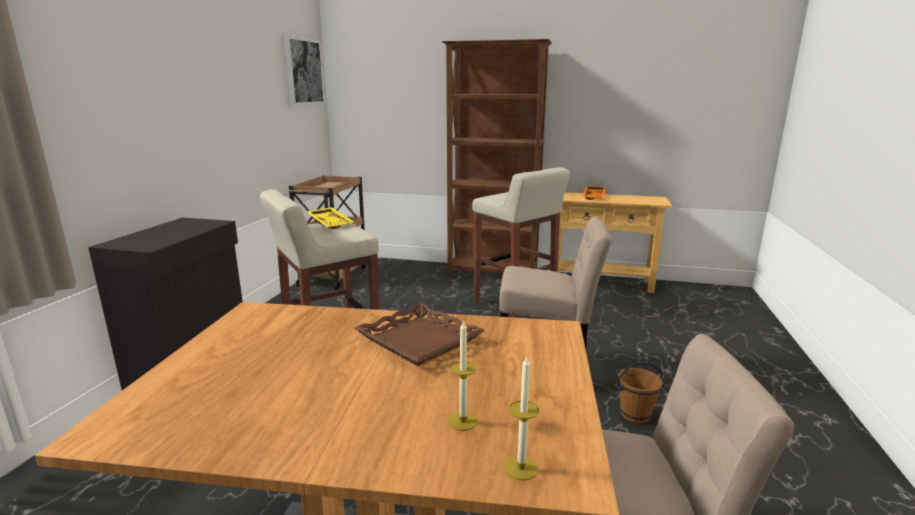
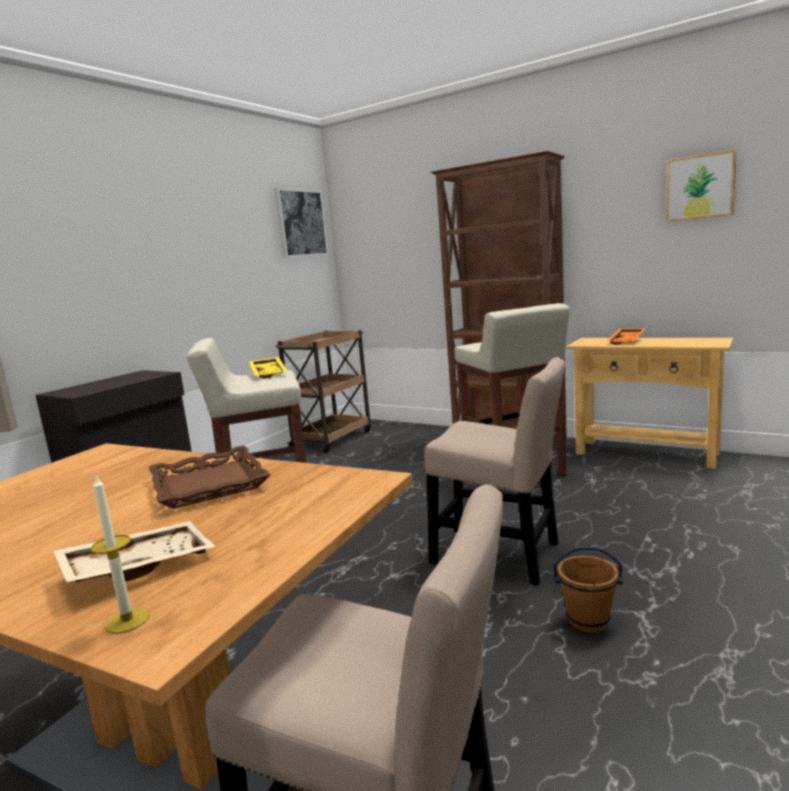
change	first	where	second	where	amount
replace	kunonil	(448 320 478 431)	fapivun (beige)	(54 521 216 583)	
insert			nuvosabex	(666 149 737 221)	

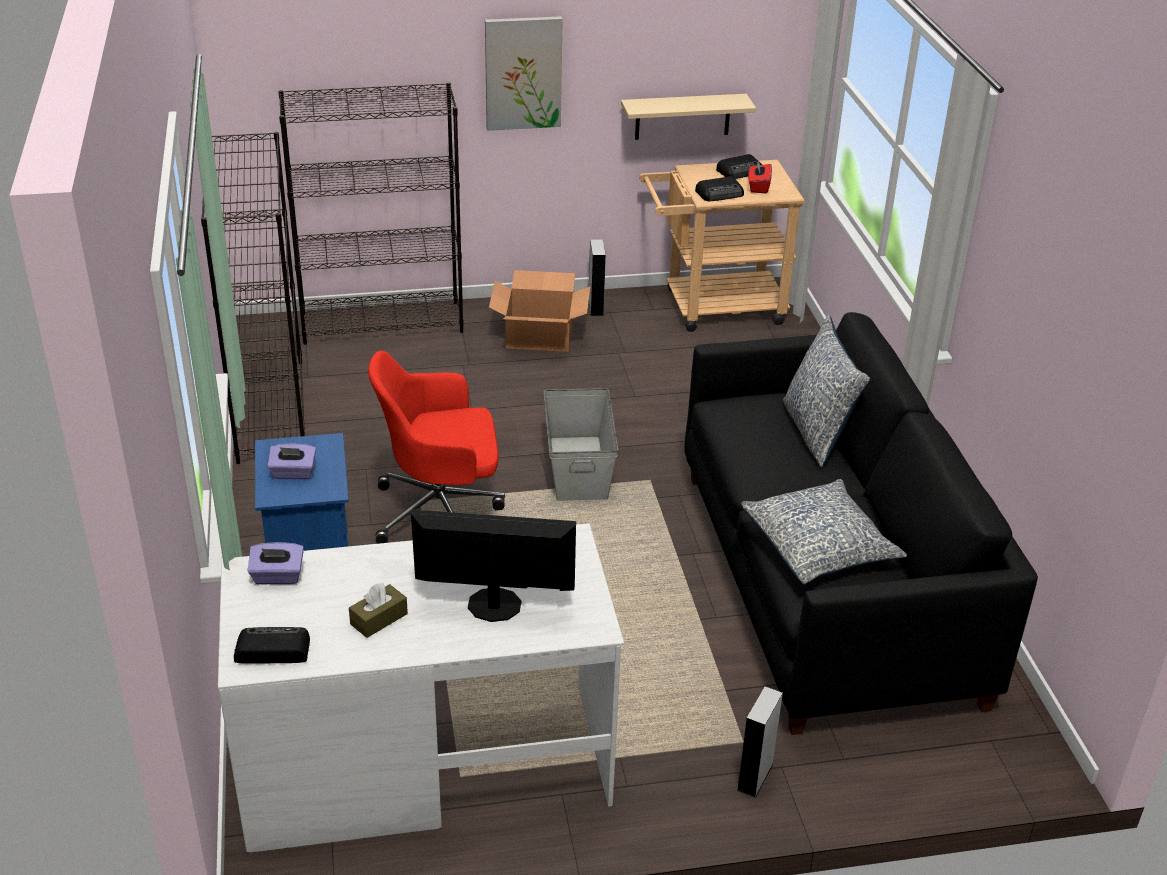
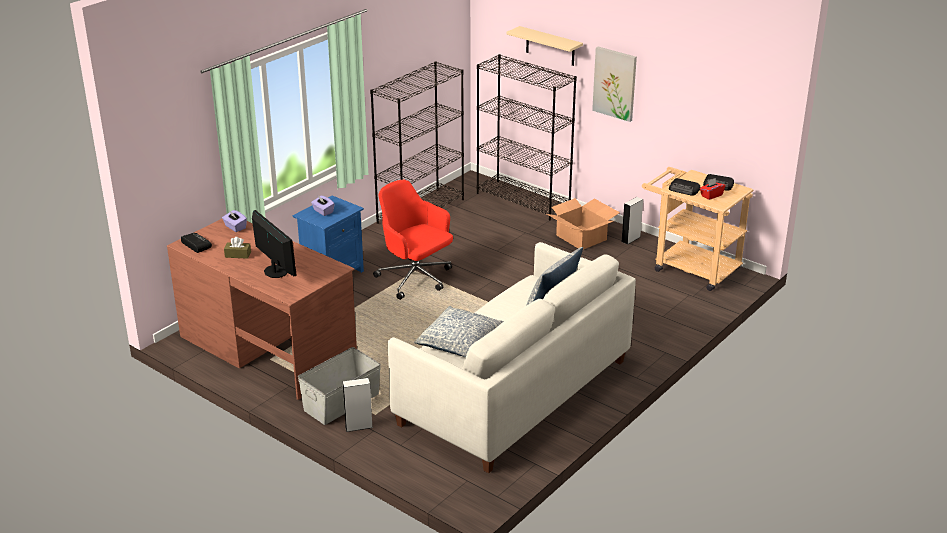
change	first	where	second	where	amount
recolor	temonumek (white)	(218 523 624 853)	temonumek (brown)	(167 219 357 400)	
move	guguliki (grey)	(543 388 618 501)		(298 347 381 425)	
recolor	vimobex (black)	(685 312 1038 735)	vimobex (white)	(388 242 636 473)	
move	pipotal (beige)	(621 94 756 140)		(506 26 583 66)	

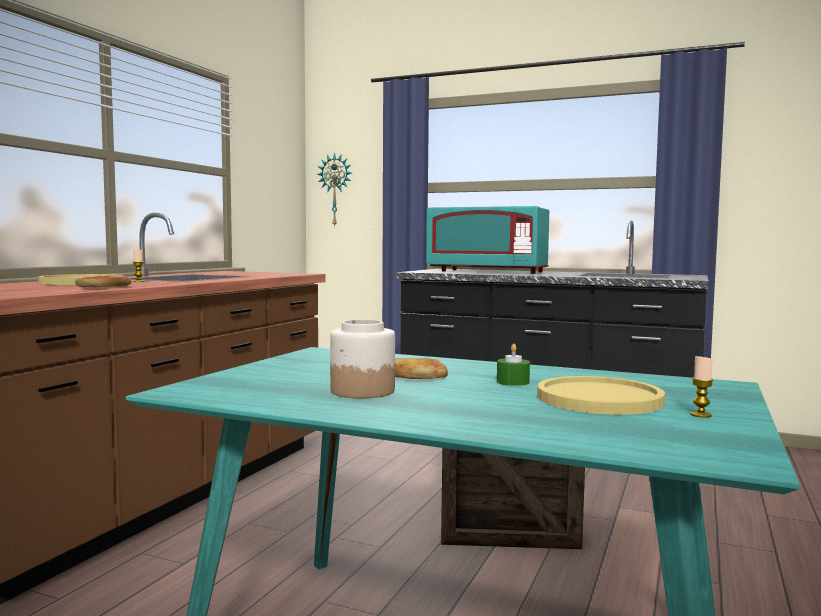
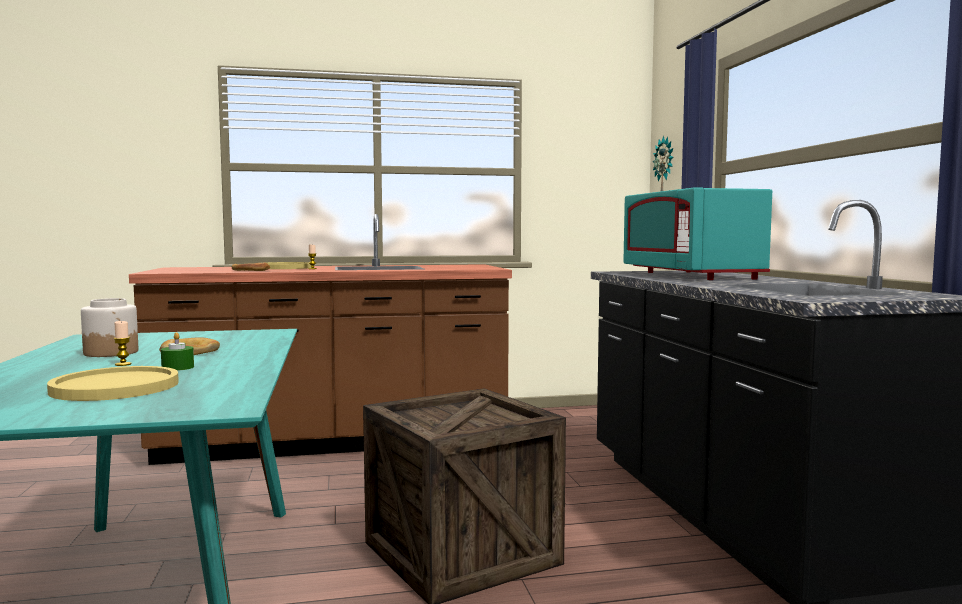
change	first	where	second	where	amount
move	kunonil	(690 356 714 418)		(114 321 131 366)	

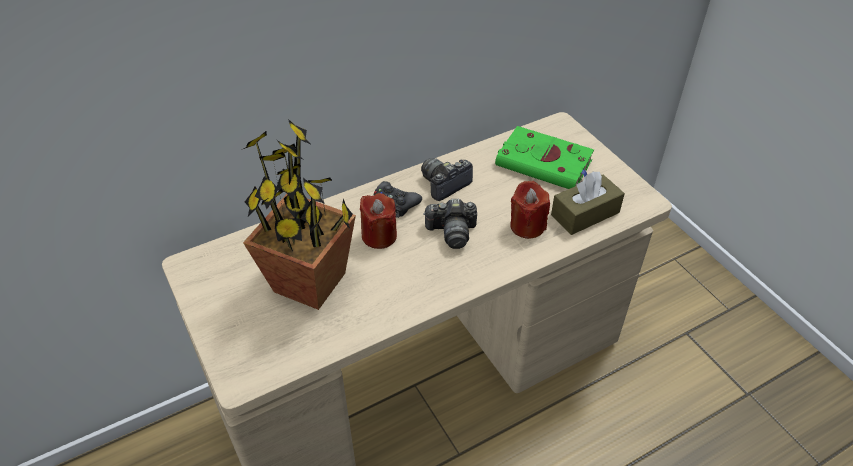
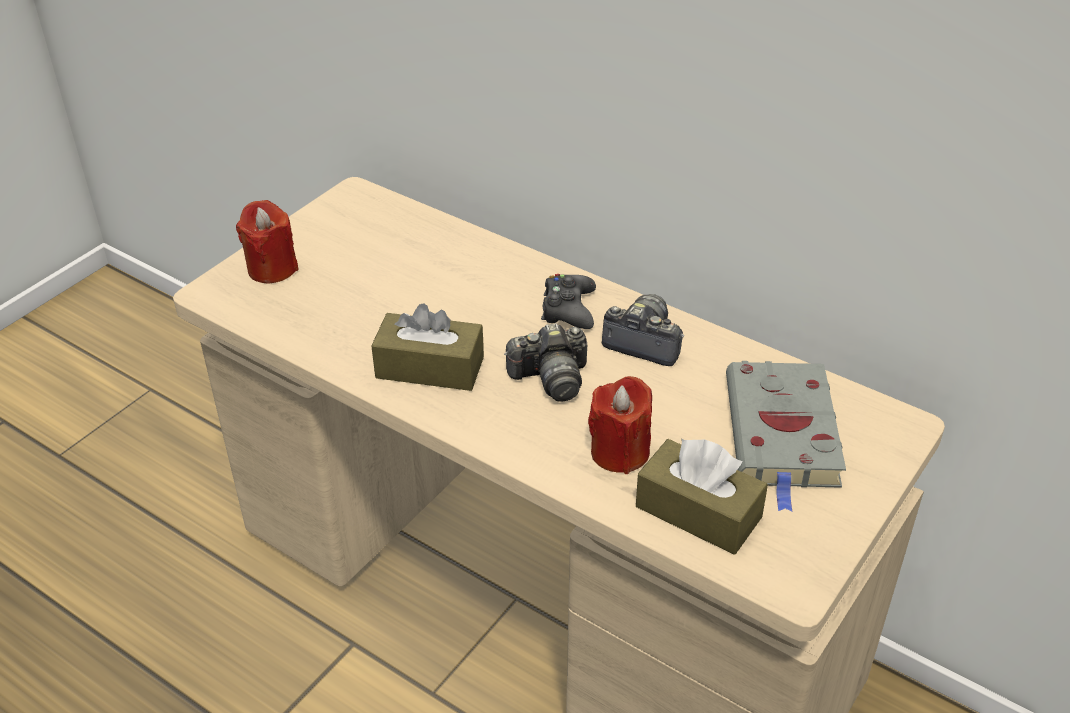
change	first	where	second	where	amount
move	kunonil (red)	(360 193 397 249)		(236 200 299 284)	
insert			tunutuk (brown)	(371 303 484 391)	
rotate	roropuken	(423 199 477 249)		(504 323 587 402)	75 degrees counterclockwise
recolor	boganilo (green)	(495 126 594 189)	boganilo (grey)	(726 361 846 512)	
delete	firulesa	(243 119 356 310)			

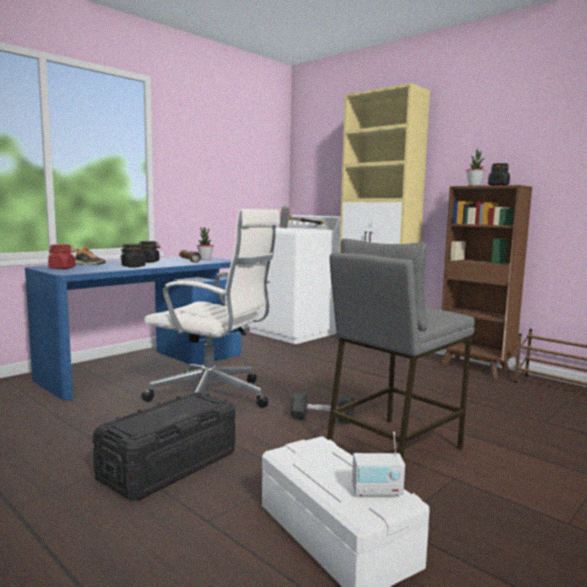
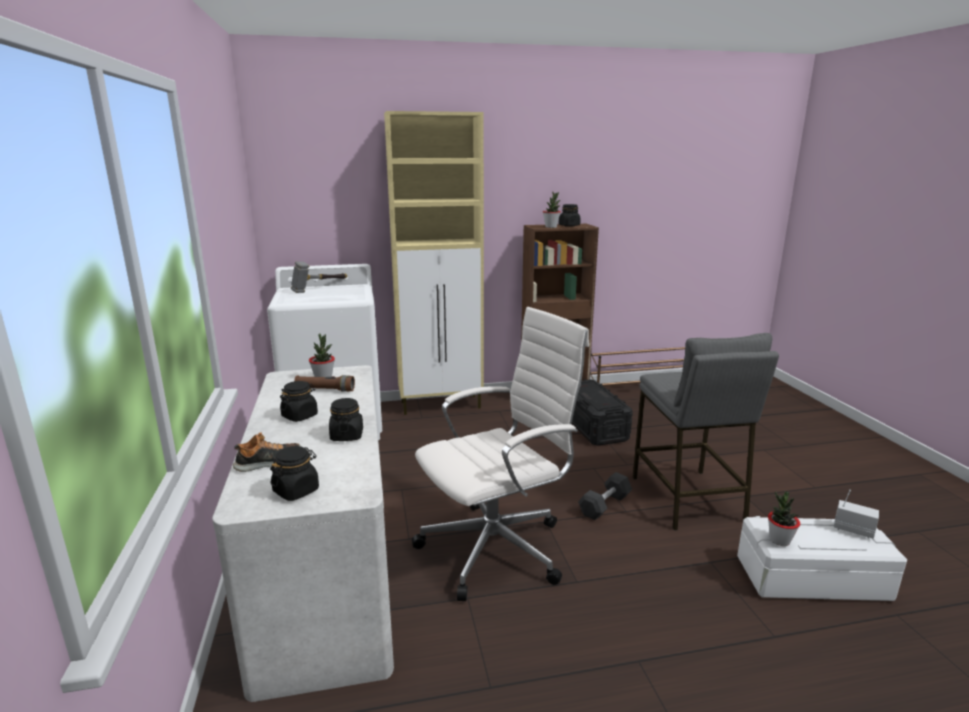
change	first	where	second	where	amount
recolor	temonumek (blue)	(25 257 241 401)	temonumek (white)	(212 365 394 702)	
recolor	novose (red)	(48 244 76 269)	novose (black)	(270 446 319 501)	
move	guguliki (black)	(93 392 235 500)		(572 379 633 446)	
insert			firulesa	(768 491 800 546)	
rotate	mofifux	(352 432 405 496)		(834 489 879 539)	90 degrees counterclockwise

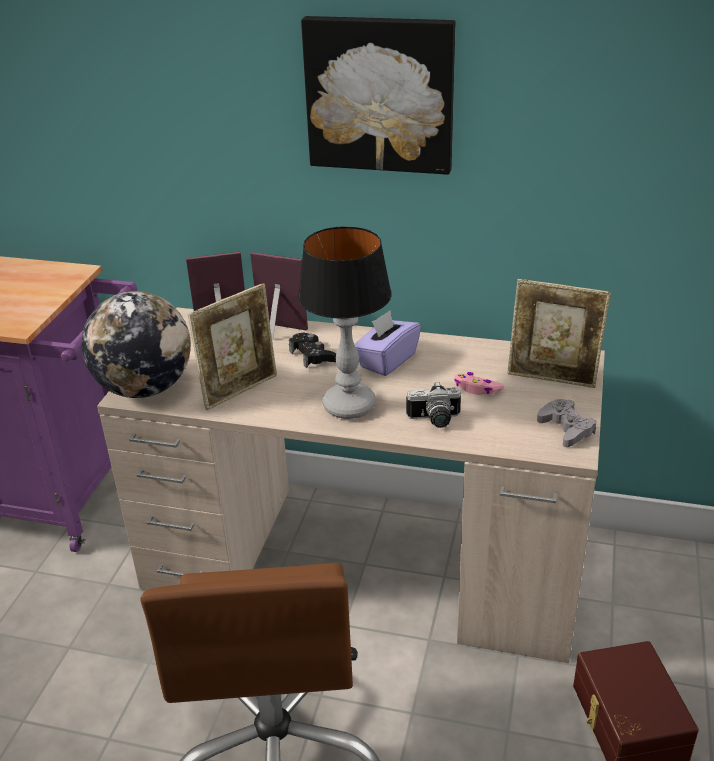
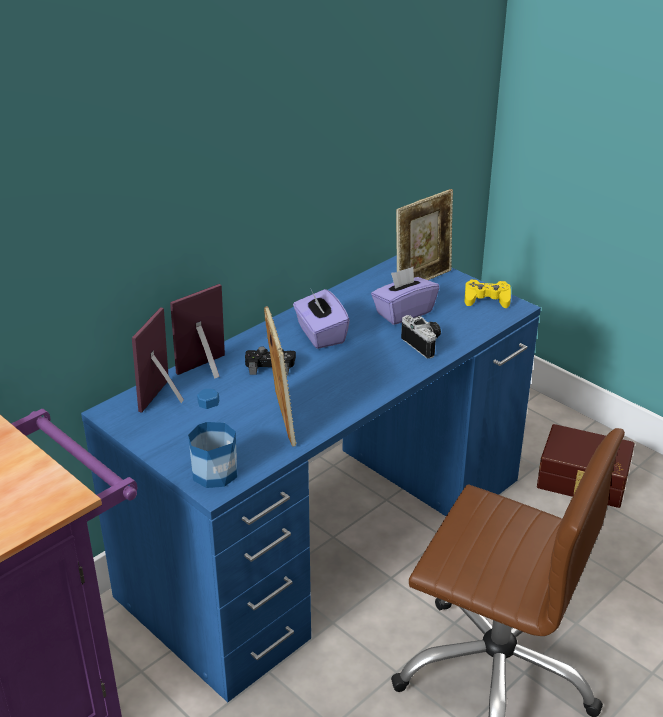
change	first	where	second	where	amount
recolor	temonumek (beige)	(97 307 605 663)	temonumek (blue)	(81 255 541 702)	
replace	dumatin	(81 291 191 398)	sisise	(188 389 237 488)	
replace	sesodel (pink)	(454 372 504 395)	tunutuk (purple)	(371 267 439 325)	
rotate	roropuken	(406 382 461 428)		(401 315 441 359)	60 degrees counterclockwise
recolor	sesodel (grey)	(537 399 596 447)	sesodel (yellow)	(464 279 511 308)	
delete	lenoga	(298 226 392 419)			
delete	nuvosabex	(301 16 455 175)			

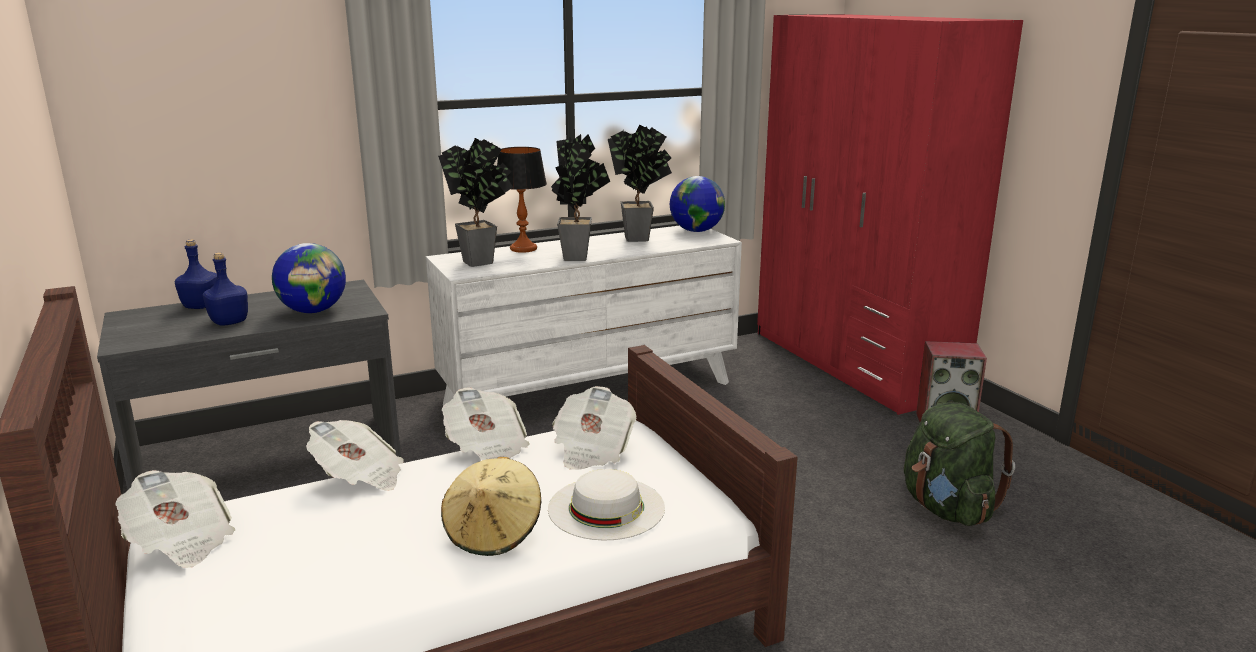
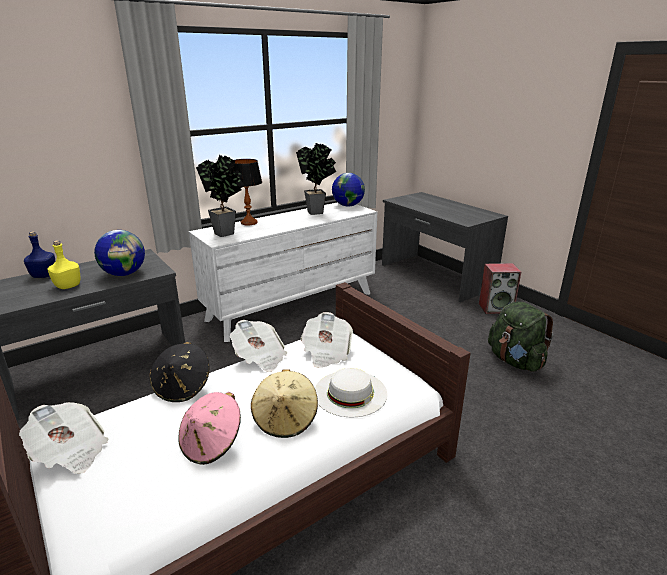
change	first	where	second	where	amount
recolor	sisise (blue)	(203 252 248 326)	sisise (yellow)	(47 240 81 289)	
replace	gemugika	(306 420 404 491)	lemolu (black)	(150 342 210 402)	
insert			lemolu (pink)	(179 392 241 465)	
replace	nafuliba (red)	(757 14 1023 415)	temonumek (grey)	(382 192 508 302)	
delete	firulesa	(551 134 610 261)			

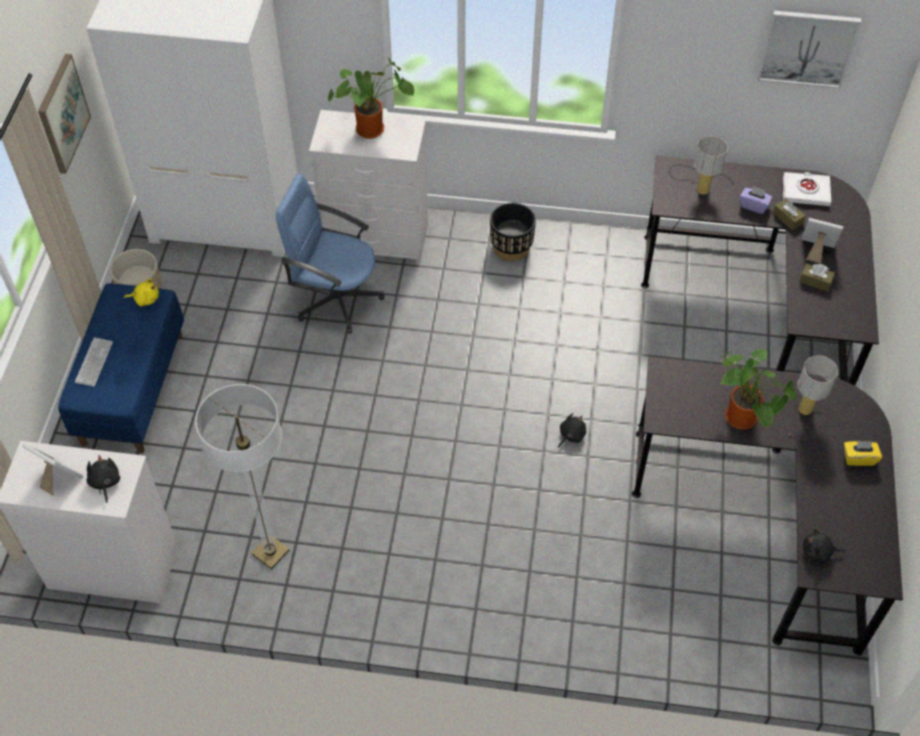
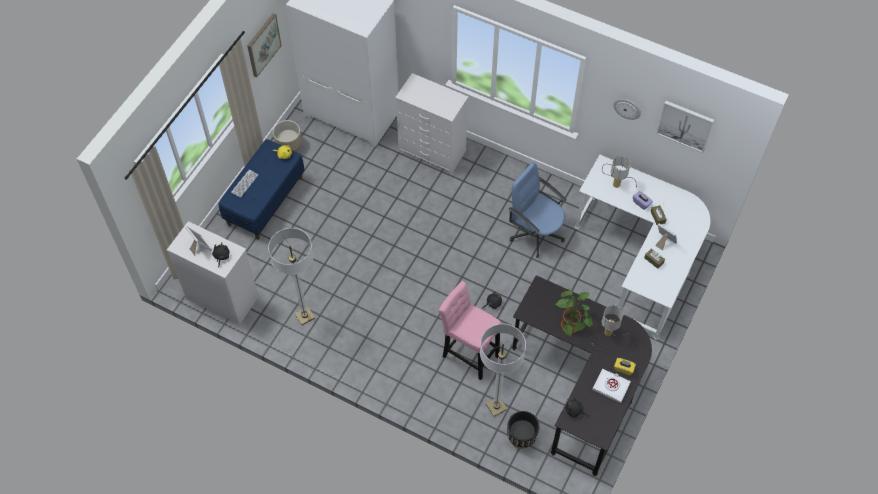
change	first	where	second	where	amount
insert			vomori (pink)	(438 281 501 380)	
insert			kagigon	(480 324 526 417)	
move	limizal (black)	(490 203 536 261)		(507 411 539 449)	
move	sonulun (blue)	(276 174 385 334)		(509 162 566 258)	
recolor	temonumek (black)	(641 156 879 386)	temonumek (white)	(575 155 710 340)	
move	boganilo (white)	(783 172 831 206)		(592 369 631 403)	
insert			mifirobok	(613 99 641 120)	
delete	firulesa	(328 58 414 139)			

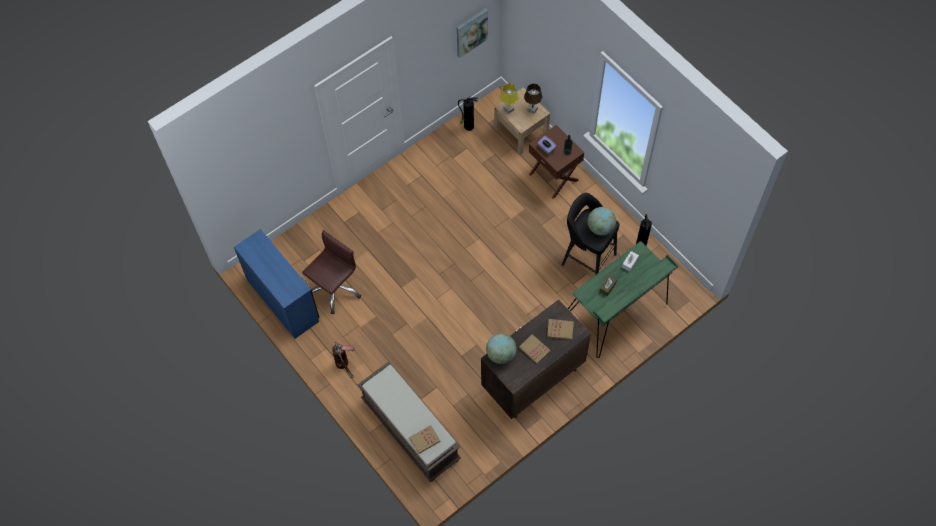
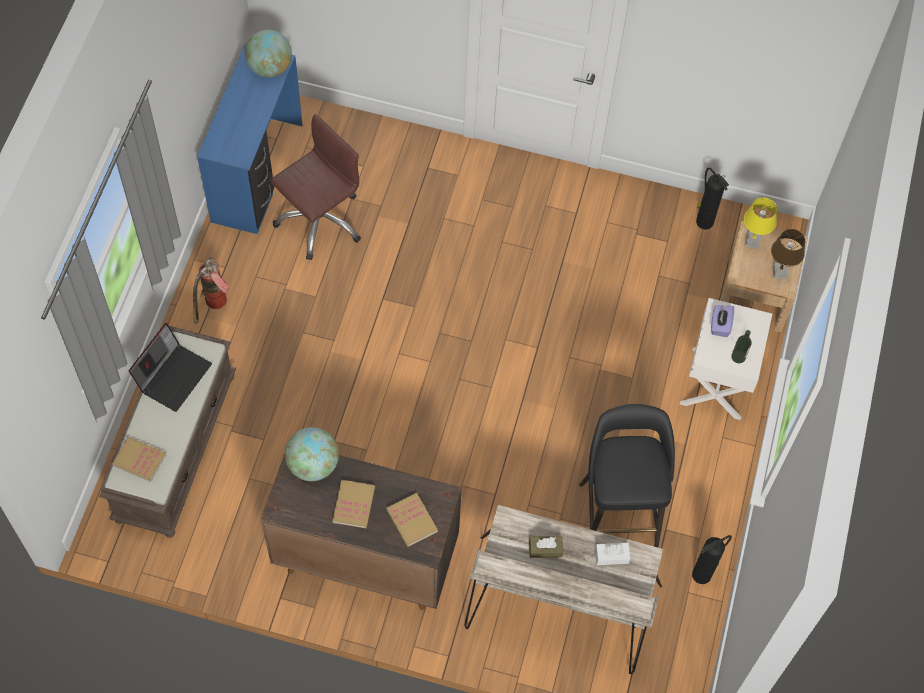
change	first	where	second	where	amount
insert			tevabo	(129 323 212 412)	
move	dumatin	(587 207 616 235)		(245 30 292 77)	
rotate	sonulun (brown)	(302 230 362 314)		(270 114 361 260)	45 degrees counterclockwise
recolor	temonumek (green)	(568 241 678 358)	temonumek (beige)	(465 505 663 674)	
recolor	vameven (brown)	(529 125 584 199)	vameven (white)	(680 298 772 420)	
delete	nuvosabex	(457 8 488 58)			

